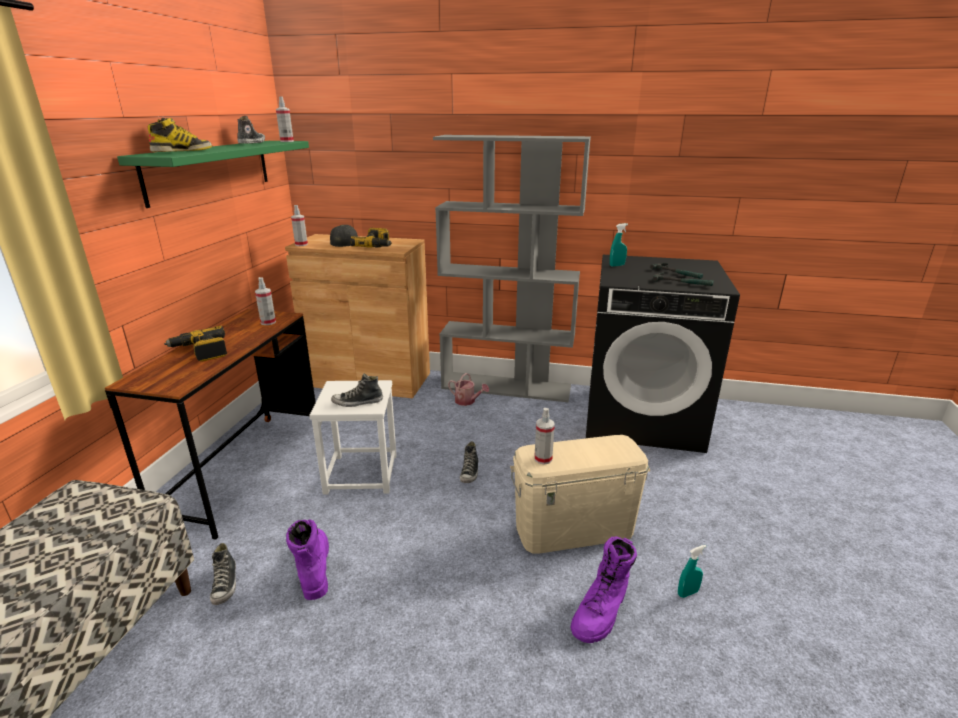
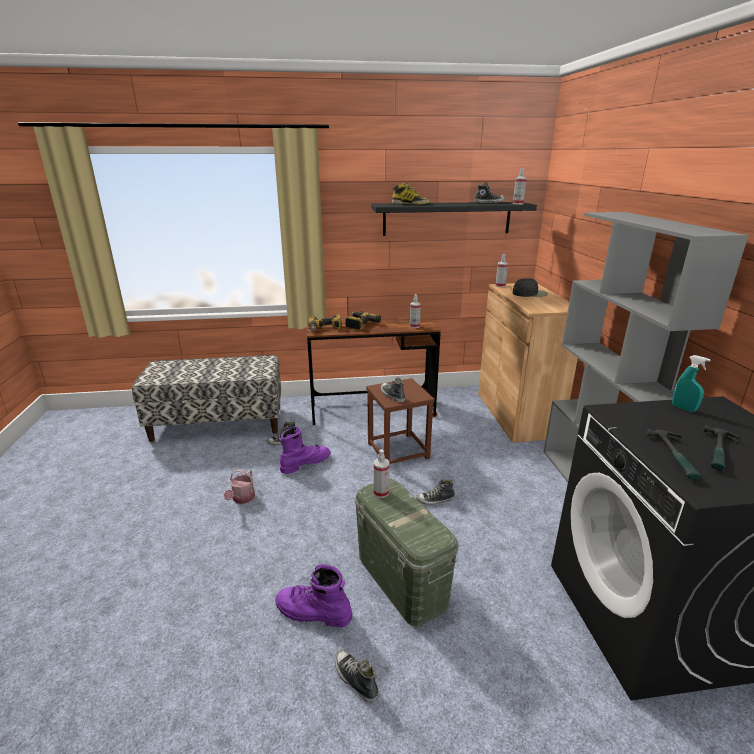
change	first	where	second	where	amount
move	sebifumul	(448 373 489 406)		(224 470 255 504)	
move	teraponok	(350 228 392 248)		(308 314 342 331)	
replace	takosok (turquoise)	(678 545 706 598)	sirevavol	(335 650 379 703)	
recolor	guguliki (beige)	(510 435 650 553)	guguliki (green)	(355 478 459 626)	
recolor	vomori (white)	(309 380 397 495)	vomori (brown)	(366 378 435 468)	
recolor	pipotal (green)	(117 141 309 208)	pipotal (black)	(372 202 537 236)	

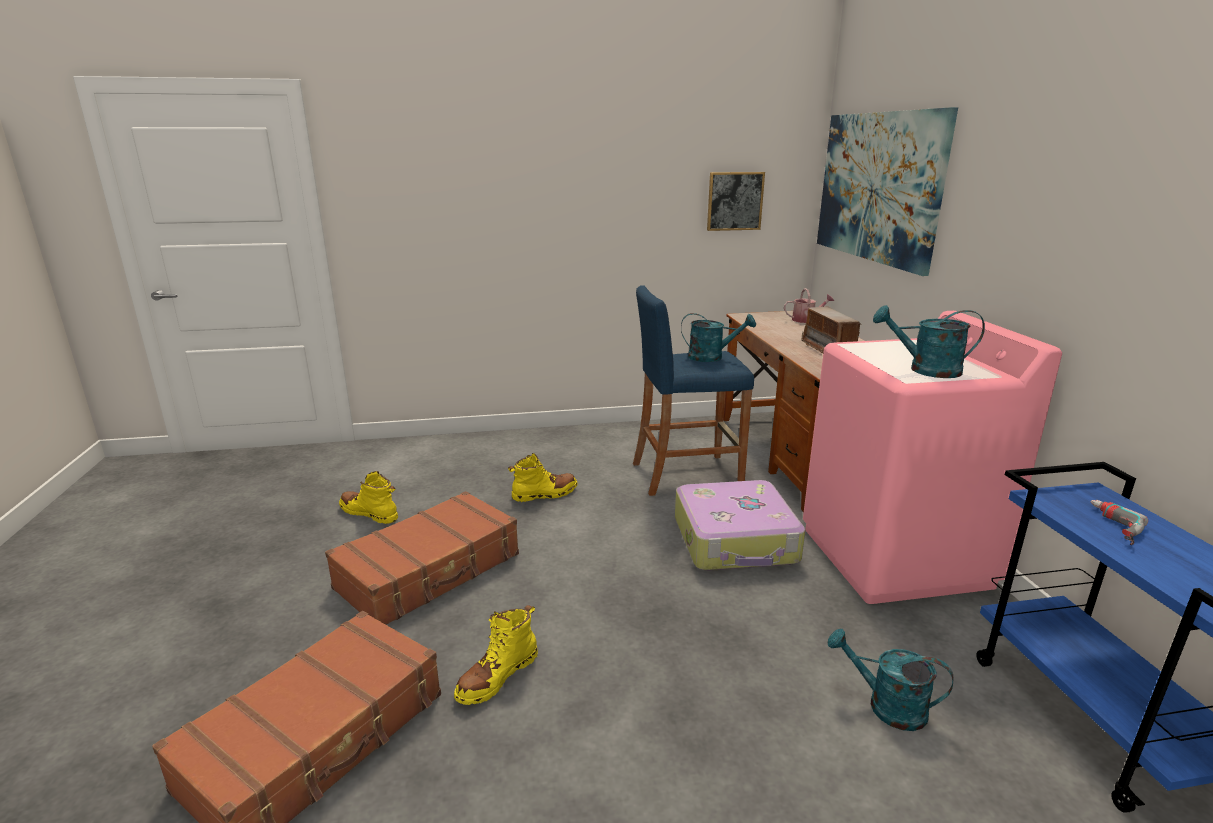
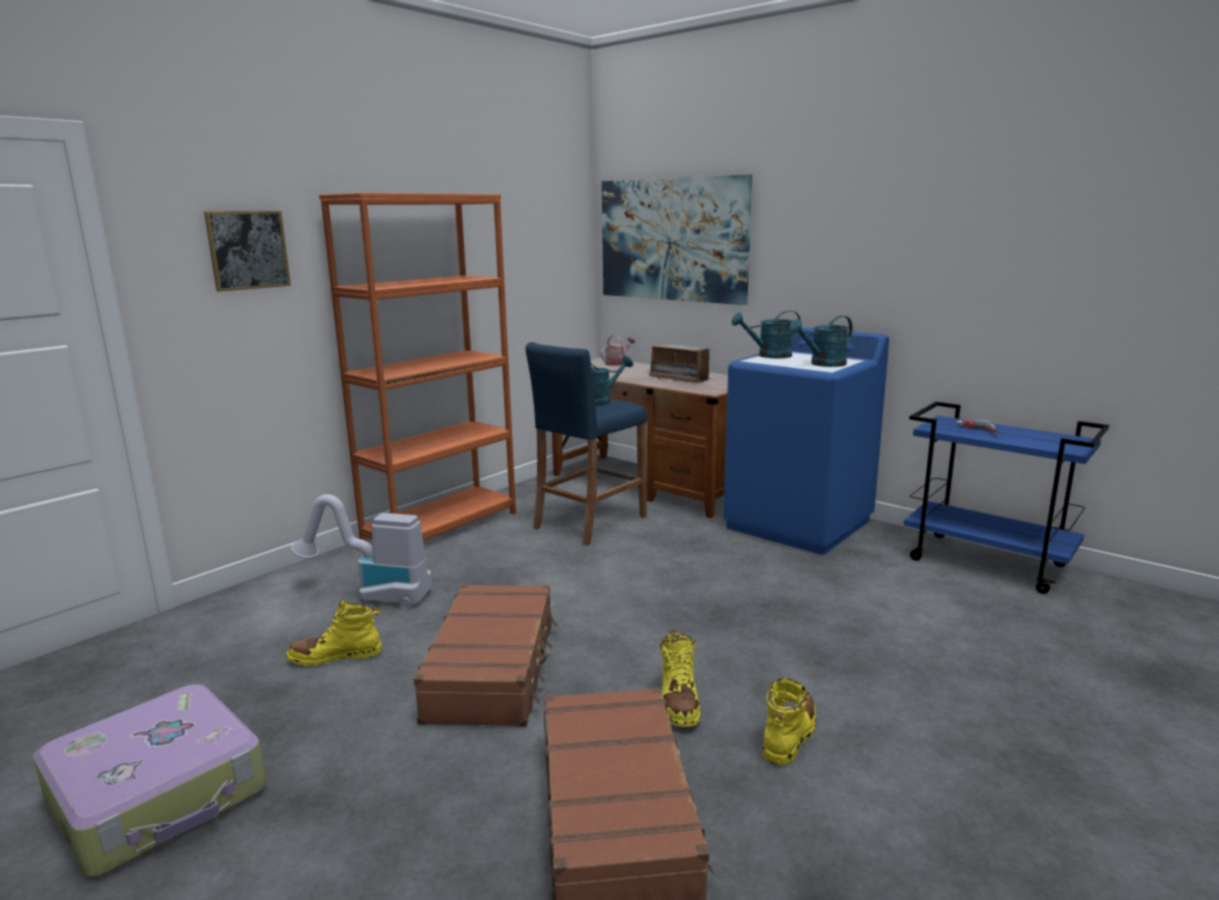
change	first	where	second	where	amount
move	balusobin	(675 480 805 571)		(33 684 266 877)	
move	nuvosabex	(707 172 765 231)		(204 211 291 292)	
insert			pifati	(291 494 432 609)	
insert			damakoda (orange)	(319 193 516 541)	
recolor	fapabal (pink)	(803 311 1062 604)	fapabal (blue)	(723 327 889 555)	
move	sebifumul (turquoise)	(828 629 953 731)		(732 311 801 358)	
move	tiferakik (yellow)	(508 453 577 502)		(763 678 816 765)	

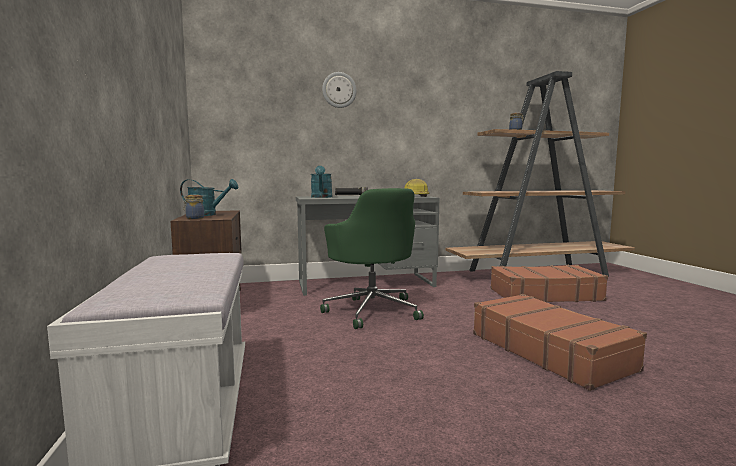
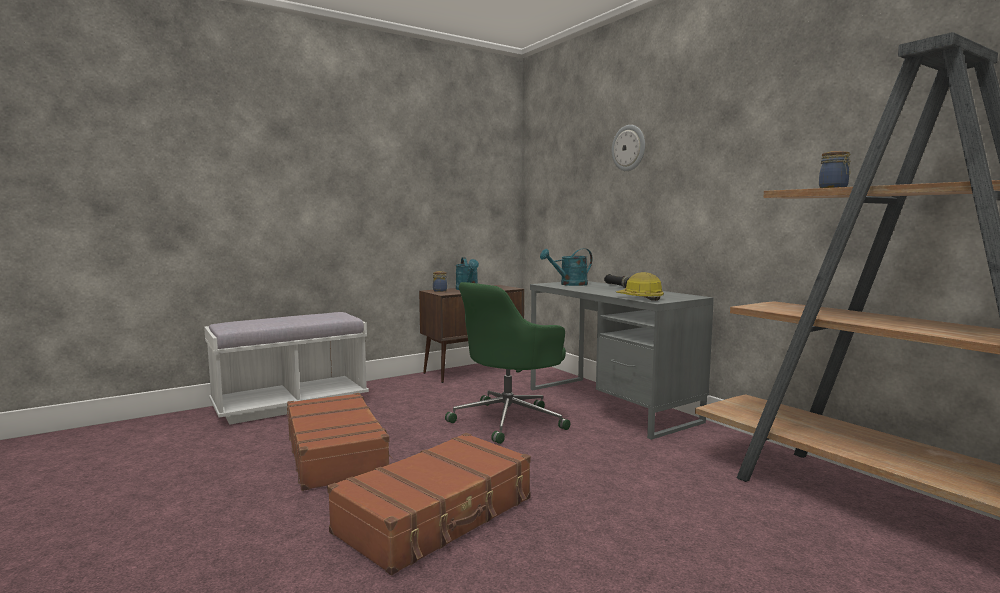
change	first	where	second	where	amount
move	balusobin (brown)	(491 265 608 302)		(287 393 393 491)	

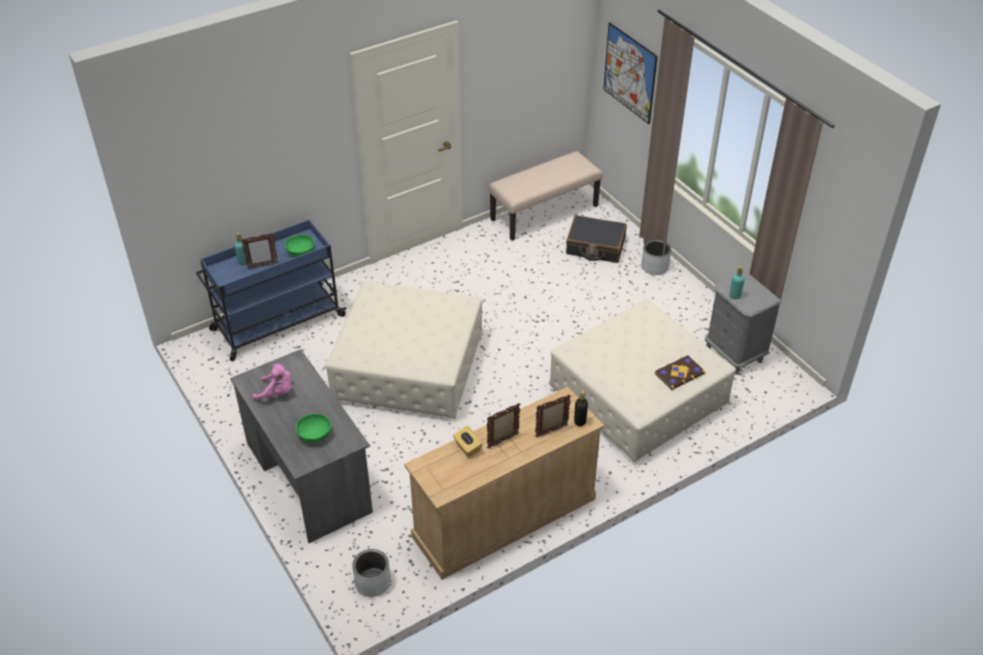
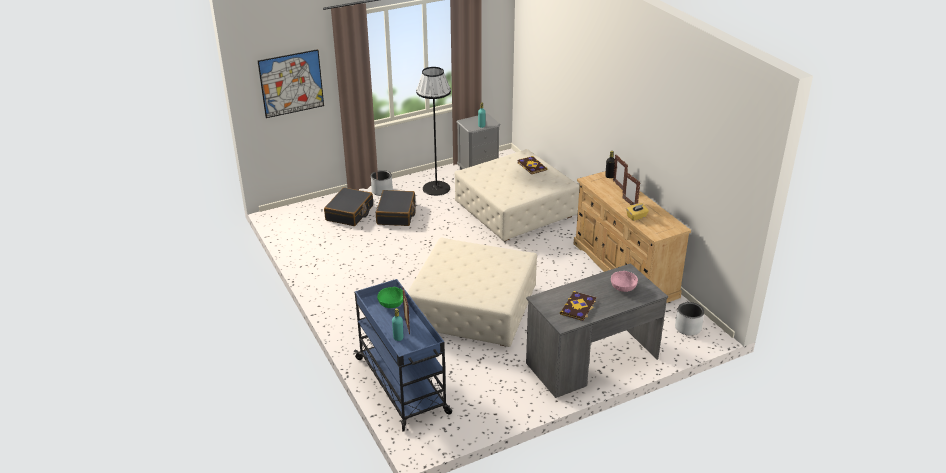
change	first	where	second	where	amount
insert			balusobin (black)	(376 190 416 226)	
insert			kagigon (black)	(416 67 451 196)	
replace	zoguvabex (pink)	(253 364 292 400)	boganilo	(560 291 596 321)	
recolor	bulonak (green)	(296 414 331 443)	bulonak (pink)	(611 271 638 292)	
delete	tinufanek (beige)	(488 151 603 241)			

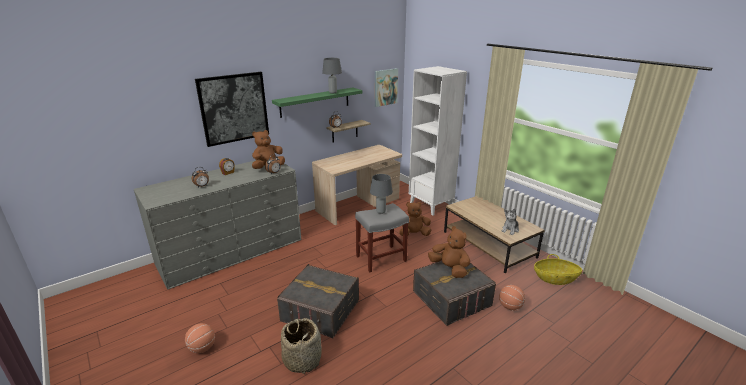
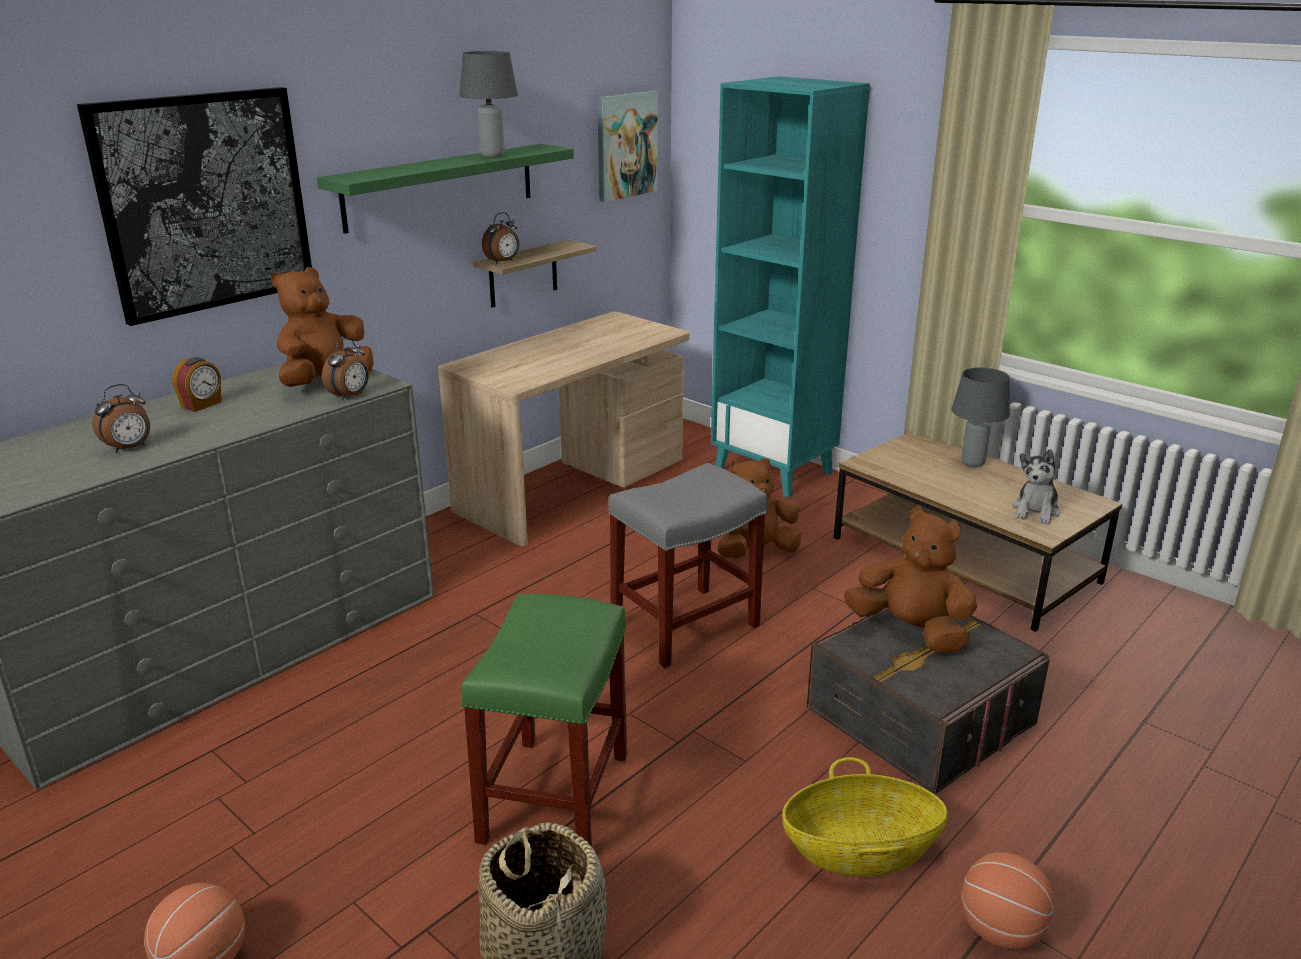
change	first	where	second	where	amount
replace	guguliki (grey)	(277 264 359 338)	vomori (green)	(461 594 627 846)	
recolor	damakoda (white)	(409 66 467 216)	damakoda (turquoise)	(711 76 870 498)	
move	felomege	(534 254 582 285)		(782 757 948 877)	
move	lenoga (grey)	(370 174 393 214)		(952 367 1010 467)	
move	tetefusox	(499 285 525 311)		(961 852 1054 949)	

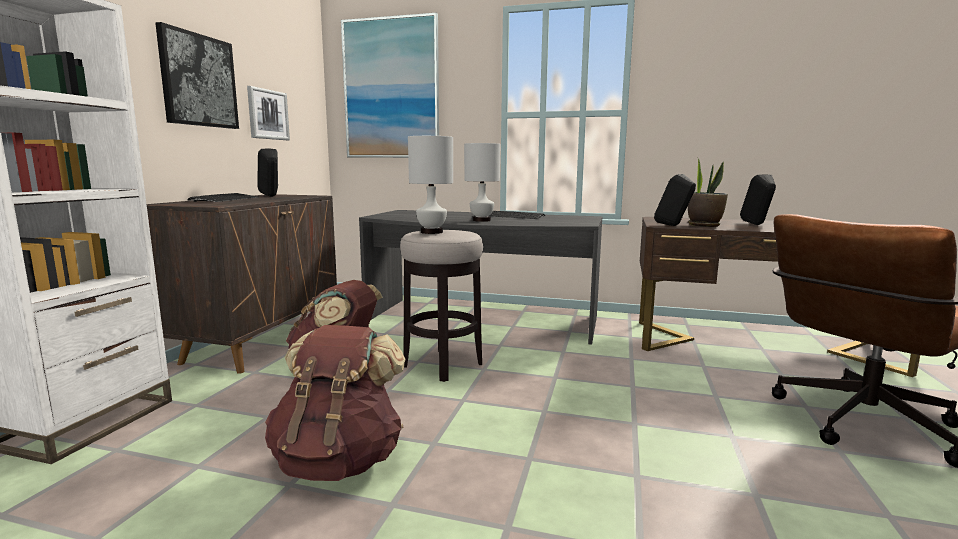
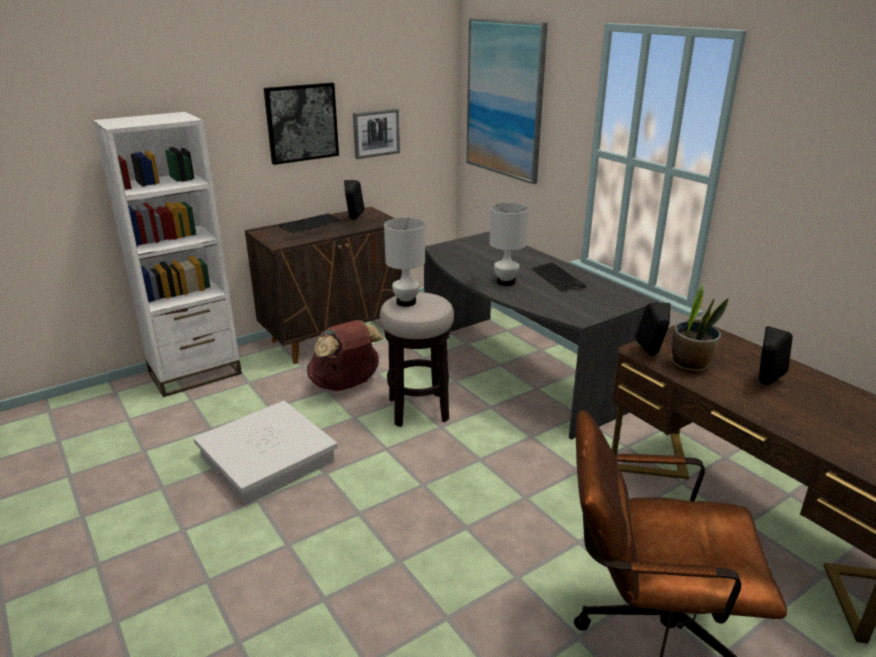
change	first	where	second	where	amount
replace	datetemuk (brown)	(265 325 405 481)	guguliki (white)	(193 401 338 505)	

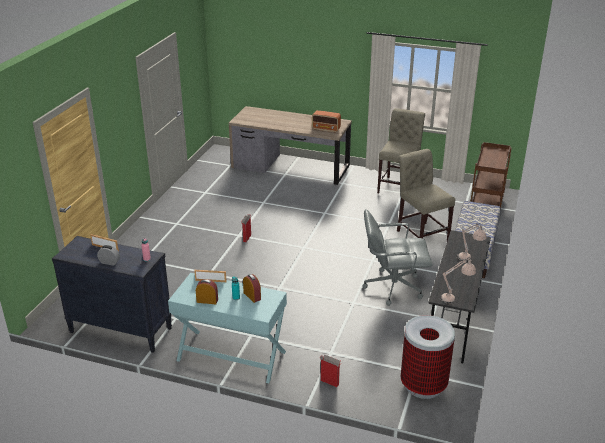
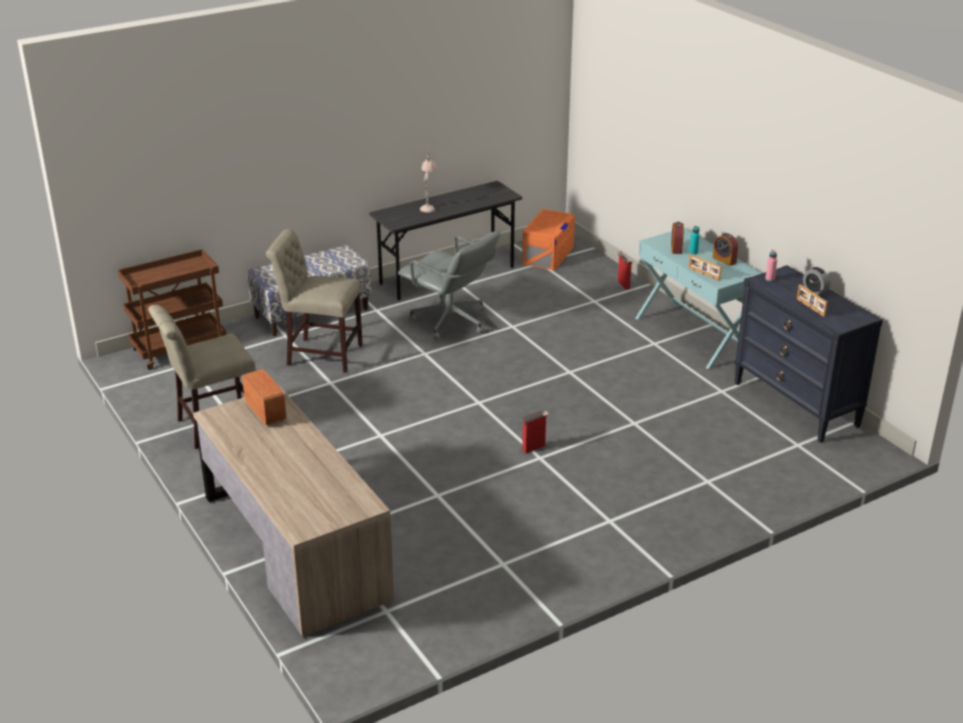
change	first	where	second	where	amount
rotate	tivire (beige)	(397 149 455 241)		(266 229 363 373)	90 degrees clockwise
replace	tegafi	(401 315 455 399)	guguliki (orange)	(522 209 575 270)	
delete	lenoga (beige)	(440 257 476 304)			

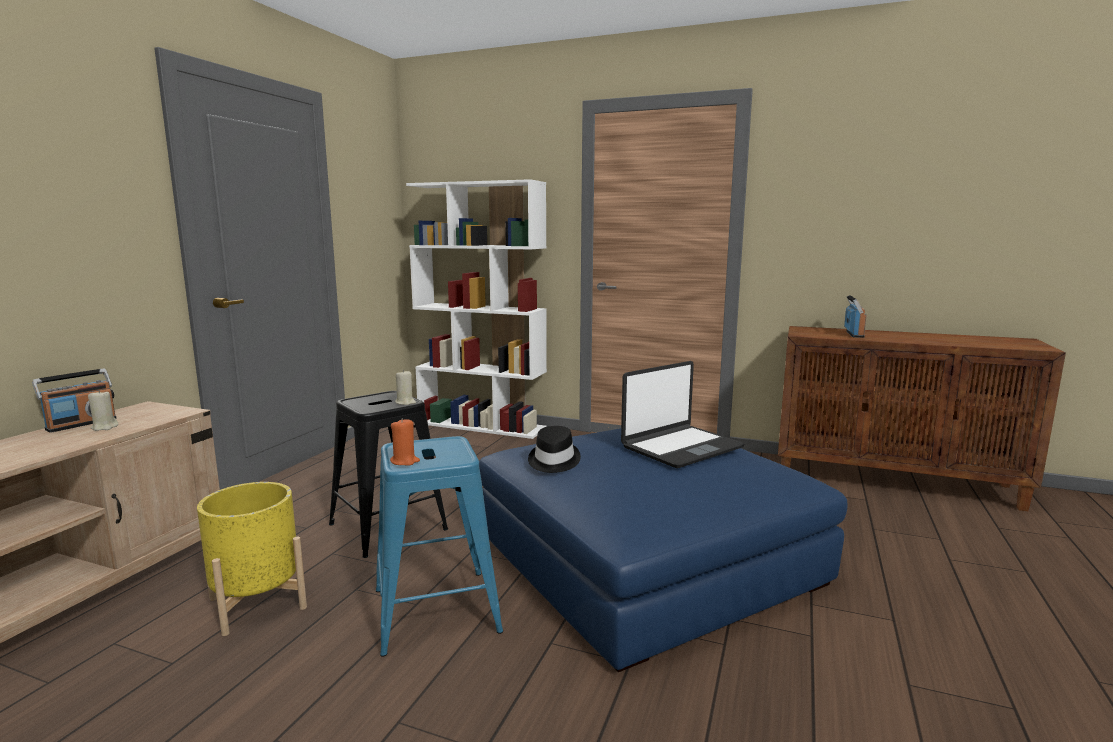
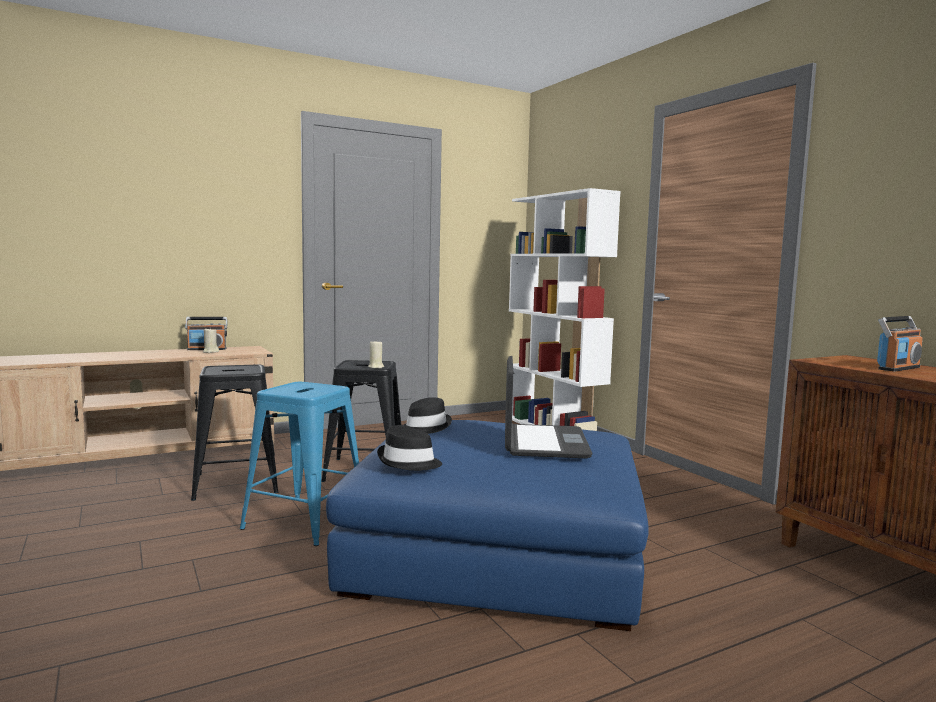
change	first	where	second	where	amount
replace	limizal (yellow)	(197 482 307 636)	vomori (black)	(191 365 279 501)	
insert			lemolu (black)	(377 425 442 471)	
rotate	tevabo	(621 361 744 468)		(505 356 593 459)	90 degrees counterclockwise
delete	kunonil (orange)	(390 418 420 466)			

